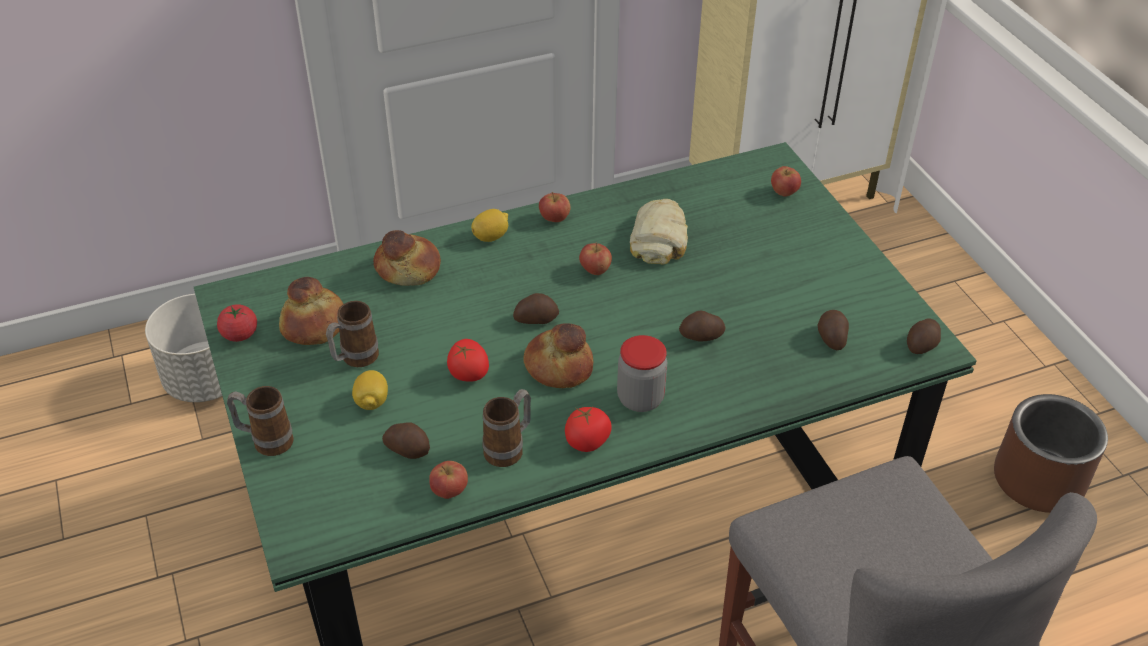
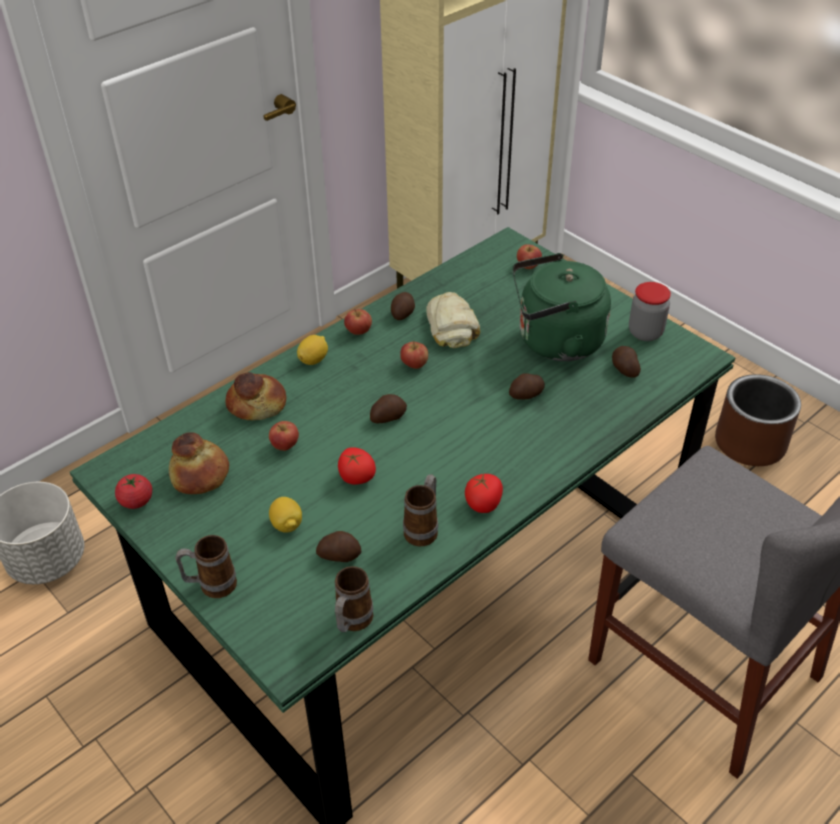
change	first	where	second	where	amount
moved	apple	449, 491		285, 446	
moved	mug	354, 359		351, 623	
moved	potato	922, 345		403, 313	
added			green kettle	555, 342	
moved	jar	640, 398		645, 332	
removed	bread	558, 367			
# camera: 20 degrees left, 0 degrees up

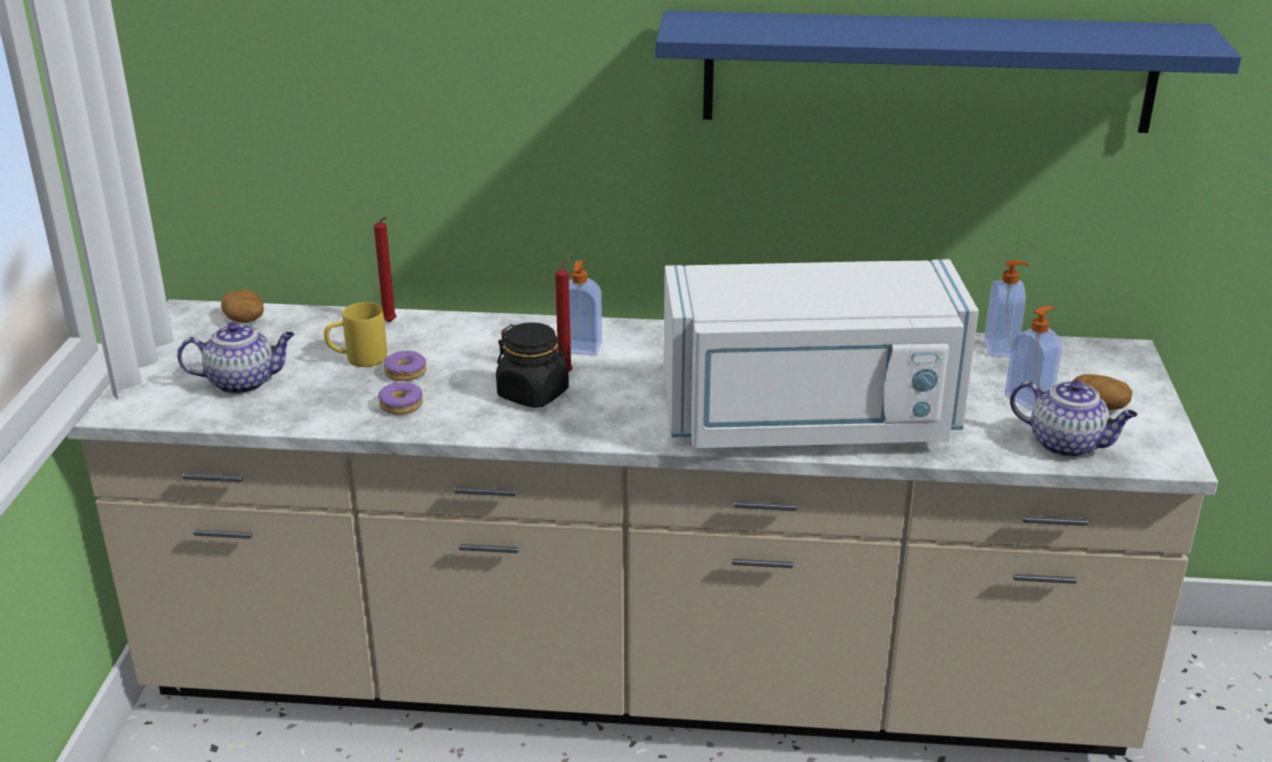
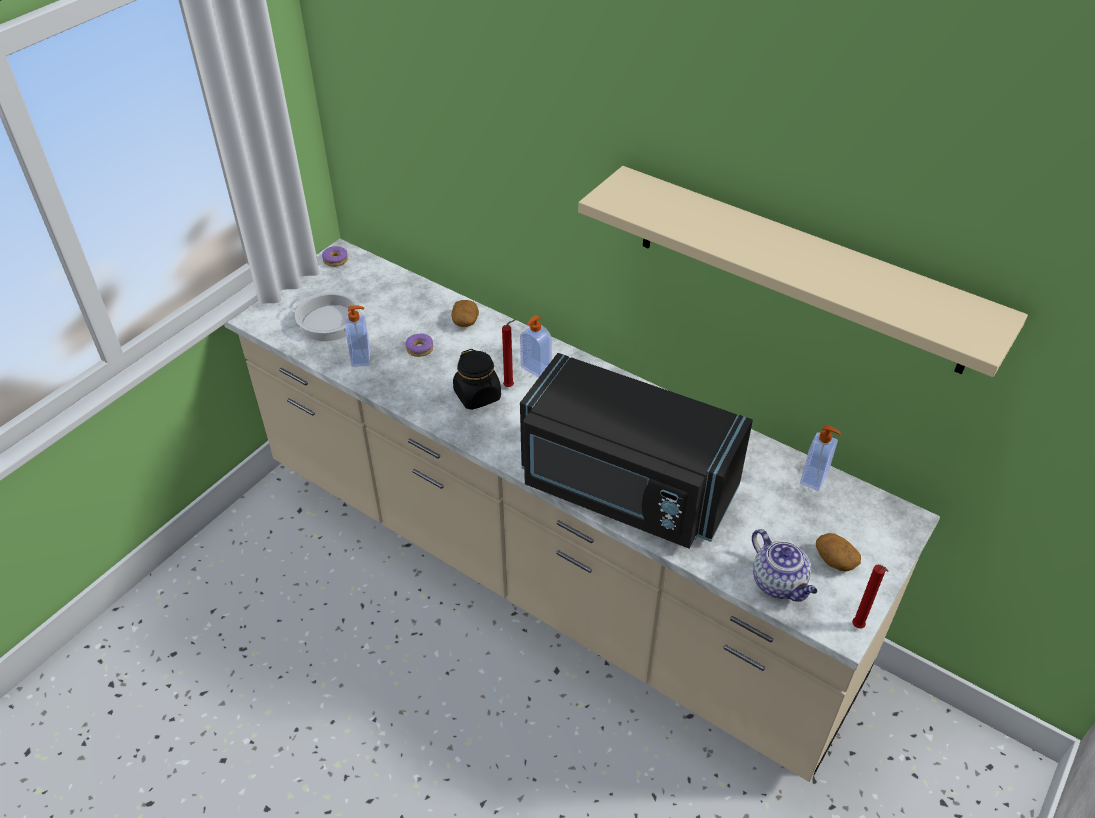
change	first	where	second	where	amount
replaced	teapot	243, 382	cooking pot	330, 322	
moved	donut	401, 405		336, 260	
moved	soap dispenser	1029, 399		362, 358	
moved	potato	245, 319		465, 321	
recoloured	white microwave	810, 422	black microwave	624, 489	
recoloured	blue shelf	928, 71	beige shelf	799, 269	
moved	red candle	390, 323		858, 628	
removed	yellow mug	357, 360			
# camera: 30 degrees right, 15 degrees up

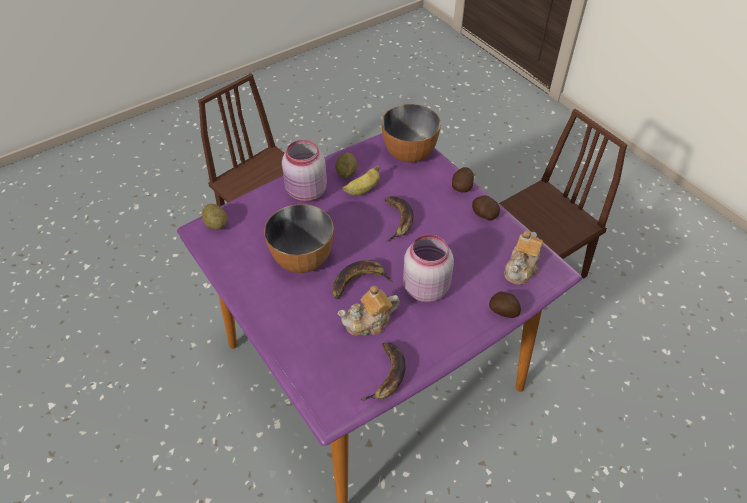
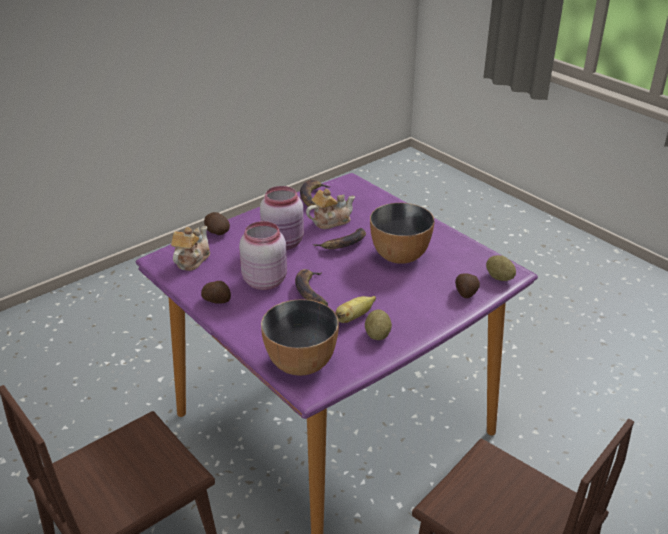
change	first	where	second	where	amount
moved	pink jar	306, 193		265, 280	
moved	potato	462, 186		466, 293	
# camera: 175 degrees right, 15 degrees down

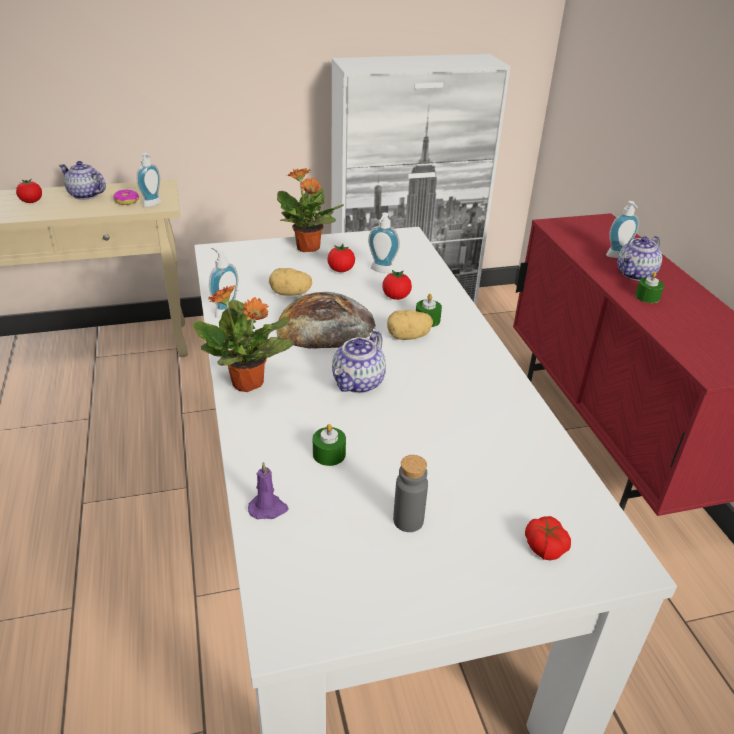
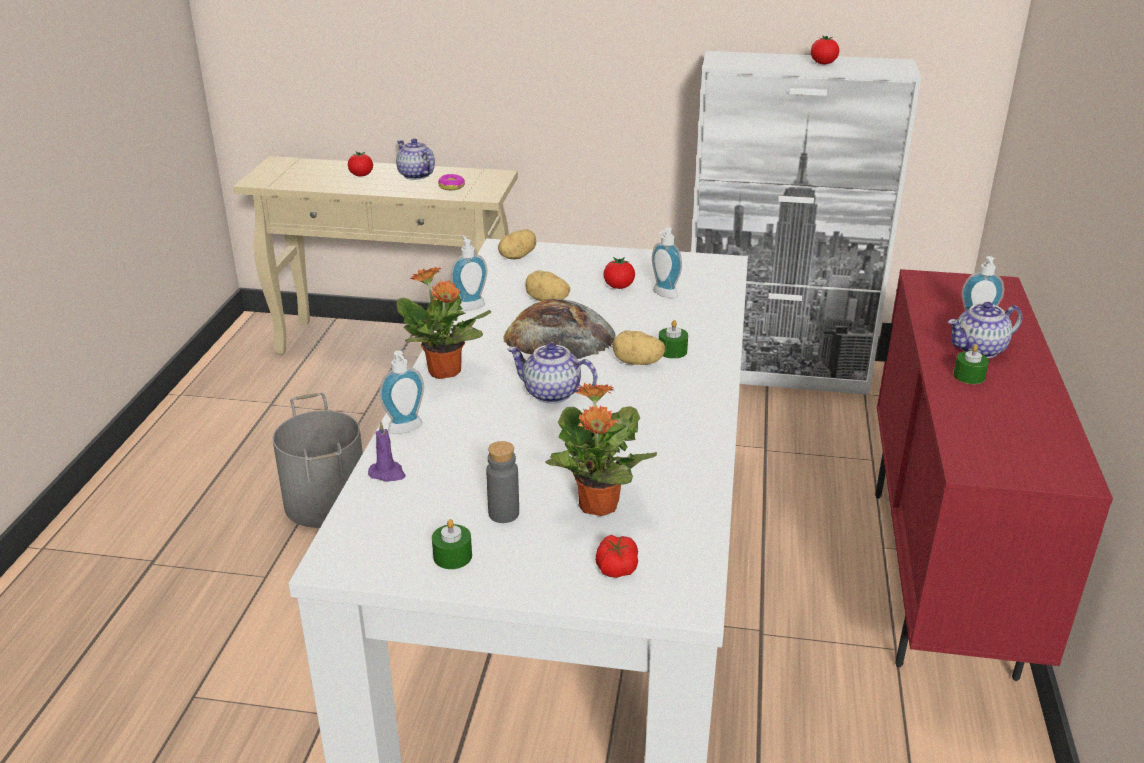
change	first	where	second	where	amount
added			grey bucket	327, 501	
moved	soap dispenser	154, 204		406, 430	
moved	green candle	329, 454		452, 556	
added			potato	517, 256	
turned	teapot	359, 383		551, 393	60 degrees clockwise
moved	potted plant	308, 248		598, 506	
moved	tomato	396, 297		823, 63	
# camera: 25 degrees right, 5 degrees down

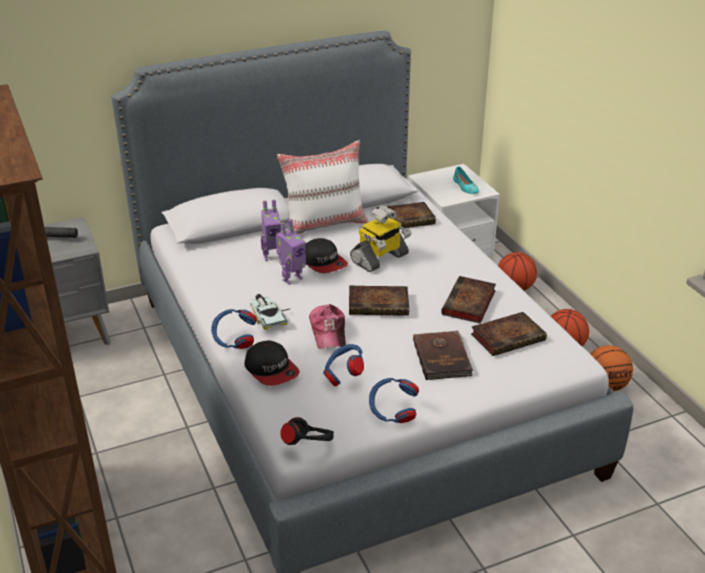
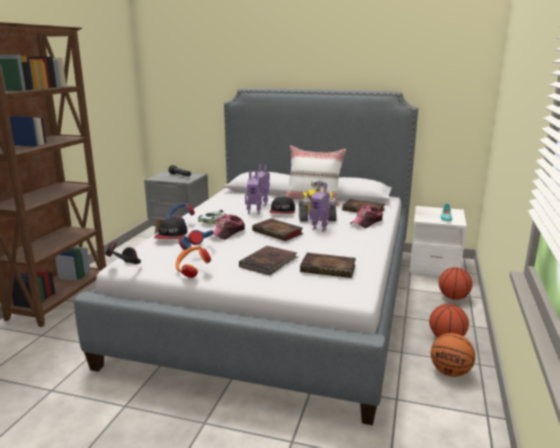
change	first	where	second	where	amount
recoloured	blue headphones	392, 413	orange headphones	192, 272	
added			toy robot	319, 229	
added			cap	366, 222	
removed	book	469, 304			
# camera: 40 degrees right, 15 degrees down

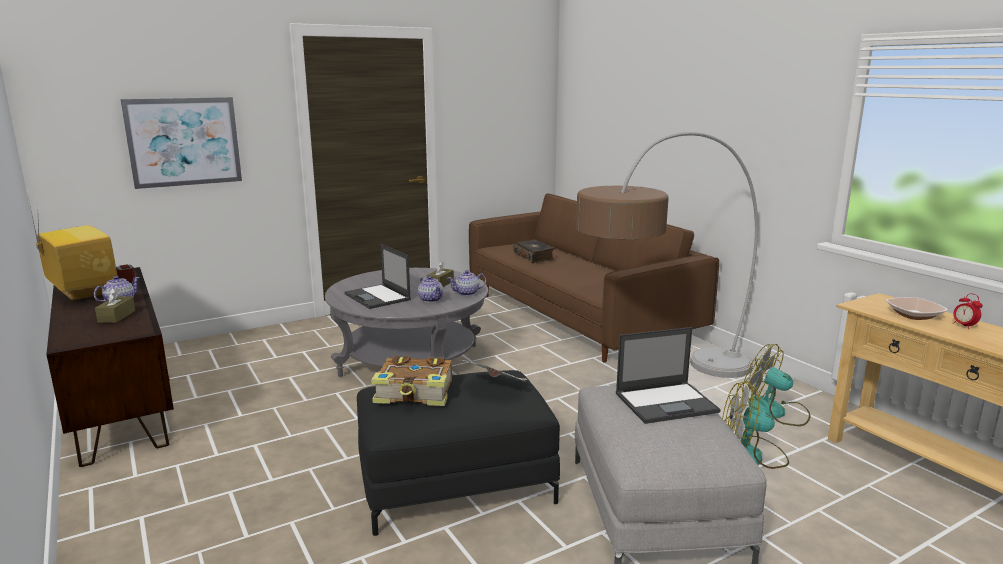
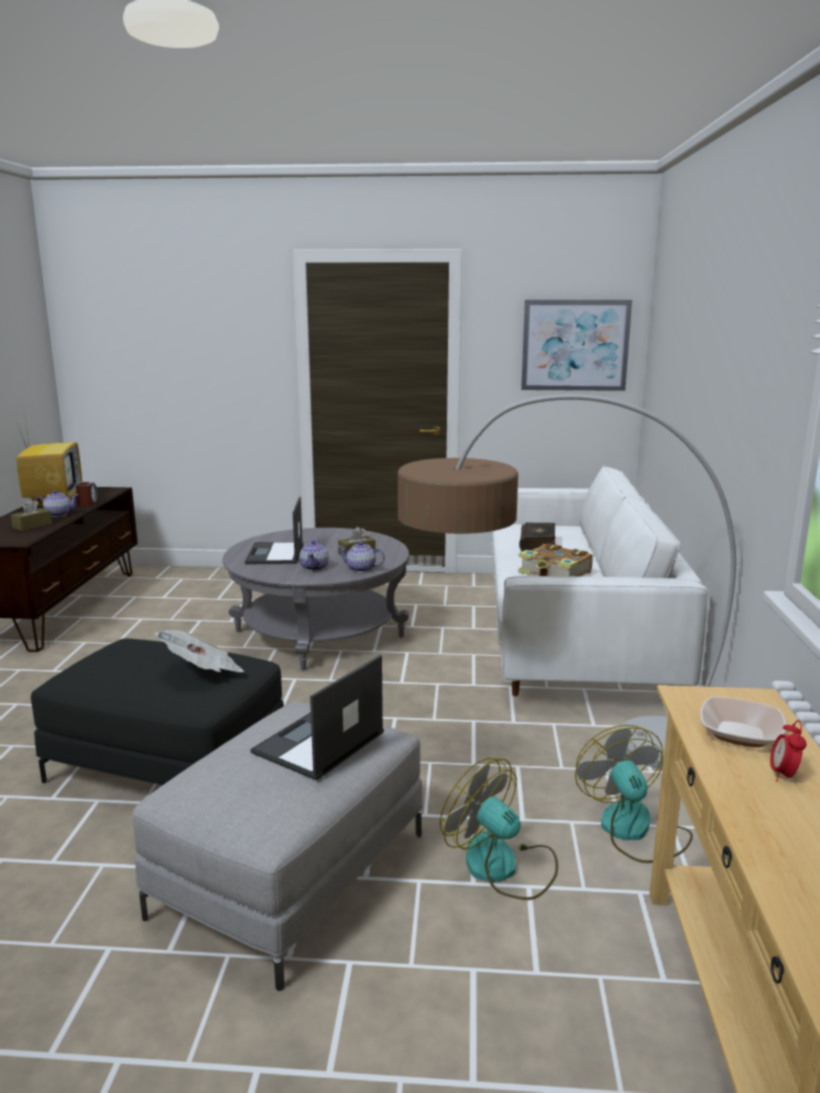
change	first	where	second	where	amount
turned	laptop	667, 402		318, 743	105 degrees clockwise
recoloured	brown sofa	577, 316	white sofa	573, 633	
moved	book	415, 393		555, 574	
moved	picture	184, 142		575, 345	
# camera: 35 degrees right, 0 degrees up

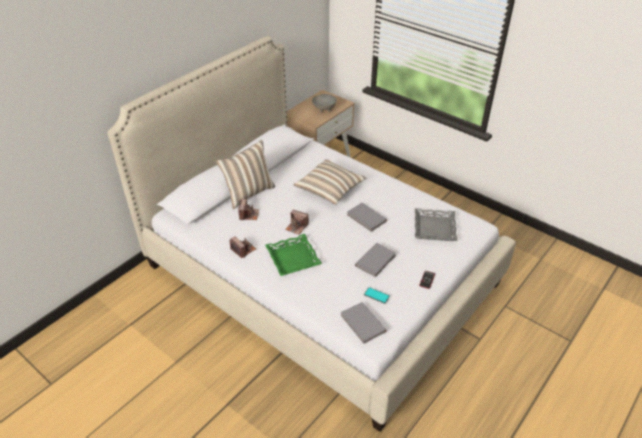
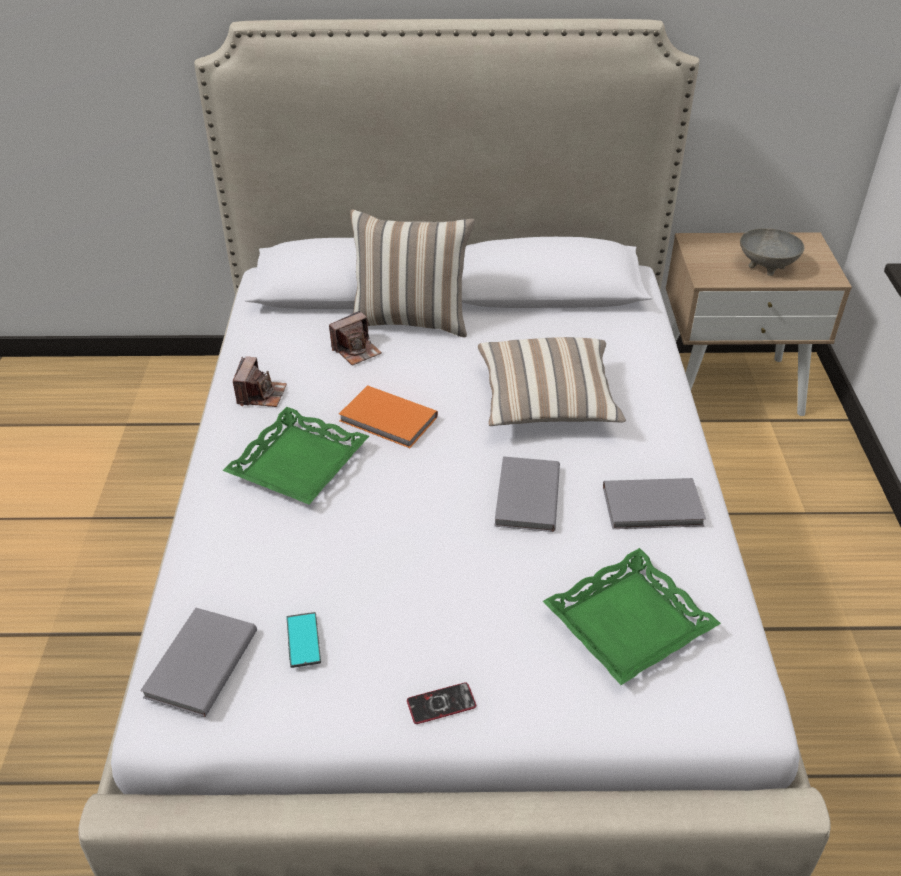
change	first	where	second	where	amount
replaced	photo camera	297, 227	orange book	388, 420	
recoloured	grey tray	434, 228	green tray	628, 622	
moved	grey book	376, 261		654, 508	
# camera: 50 degrees right, 0 degrees up

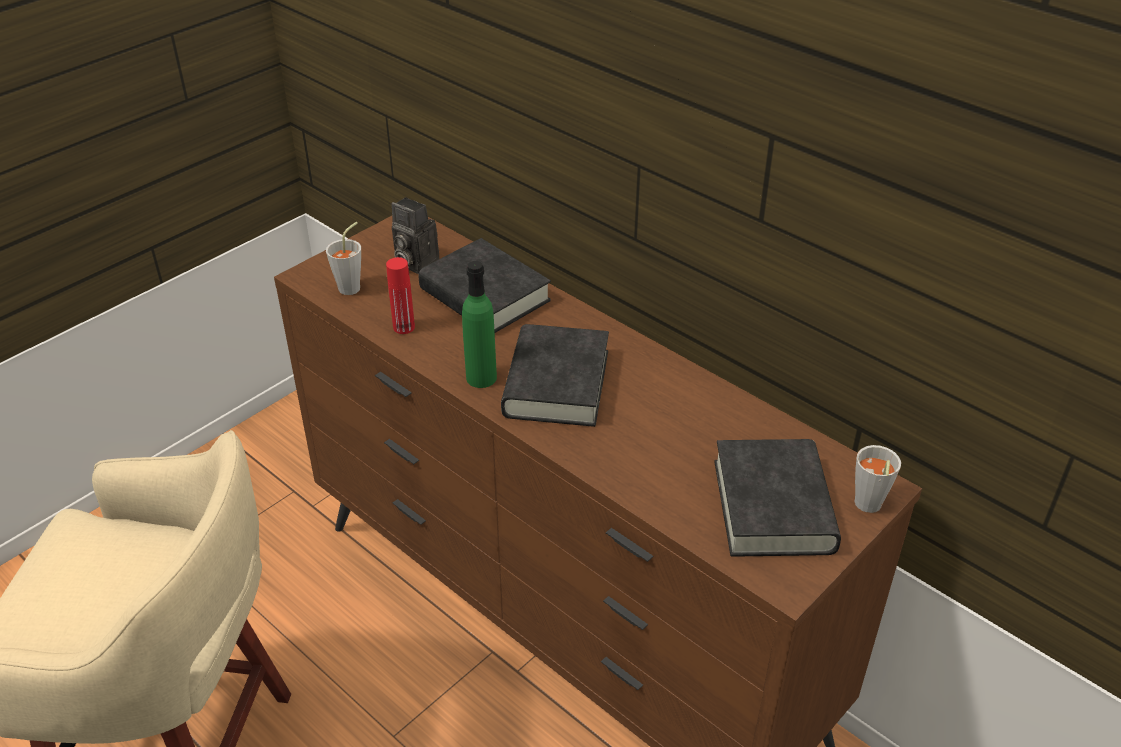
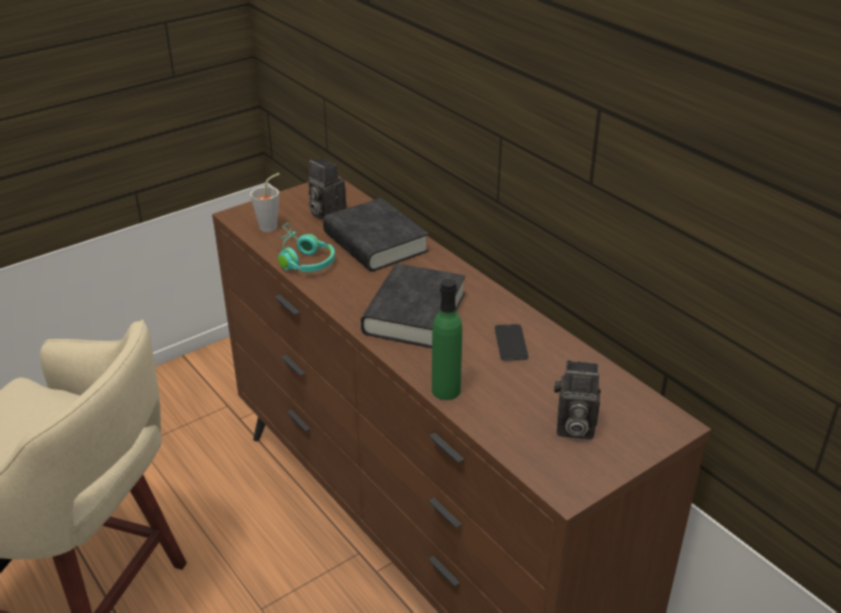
change	first	where	second	where	amount
replaced	red bottle	404, 327	turquoise headphones	302, 259	
moved	green bottle	481, 377		446, 390	
added			phone	511, 343	
replaced	black book	773, 506	photo camera	572, 427	
removed	grey cup	867, 507			
# camera: 10 degrees right, 5 degrees down

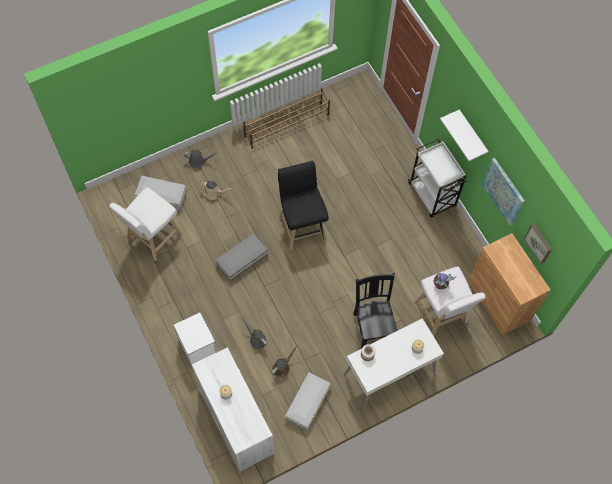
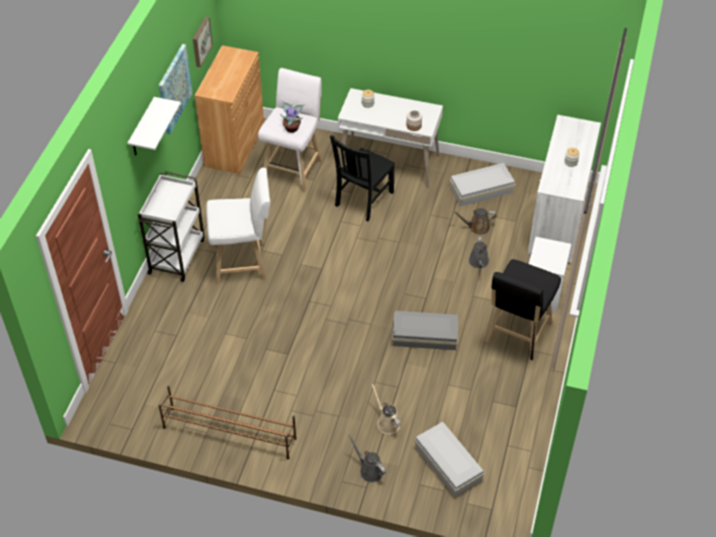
change	first	where	second	where	amount
moved	white stool	152, 238		244, 263	
moved	black stool	302, 226		516, 335	
# camera: 135 degrees left, 15 degrees down

